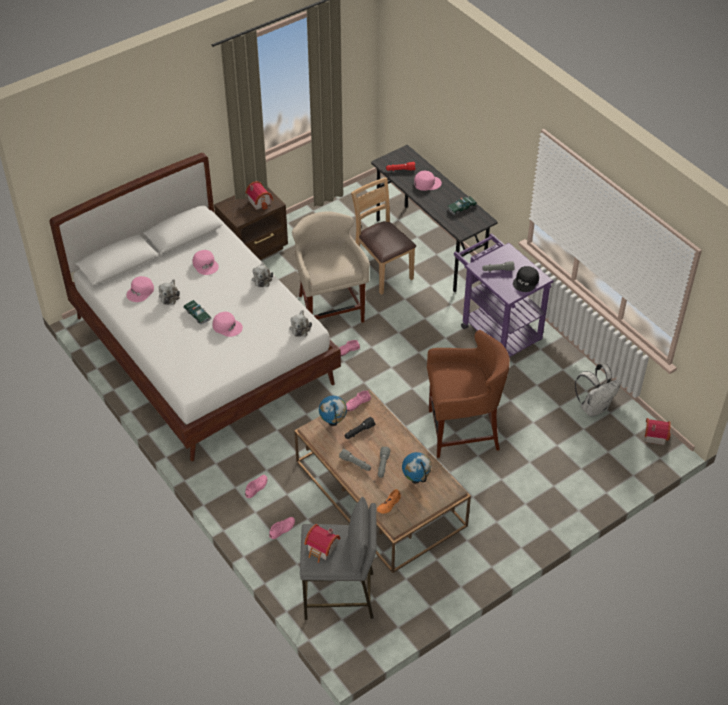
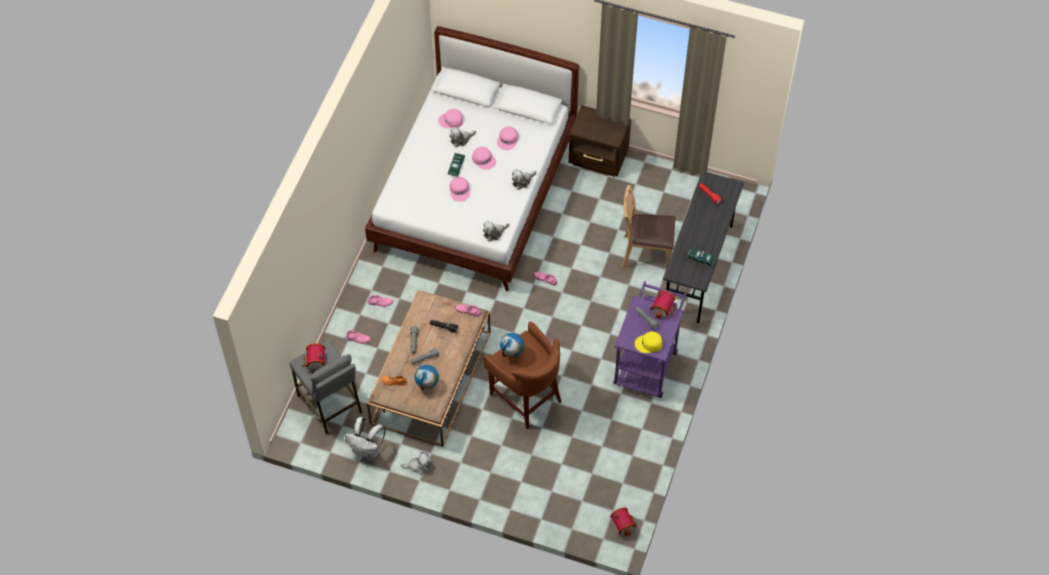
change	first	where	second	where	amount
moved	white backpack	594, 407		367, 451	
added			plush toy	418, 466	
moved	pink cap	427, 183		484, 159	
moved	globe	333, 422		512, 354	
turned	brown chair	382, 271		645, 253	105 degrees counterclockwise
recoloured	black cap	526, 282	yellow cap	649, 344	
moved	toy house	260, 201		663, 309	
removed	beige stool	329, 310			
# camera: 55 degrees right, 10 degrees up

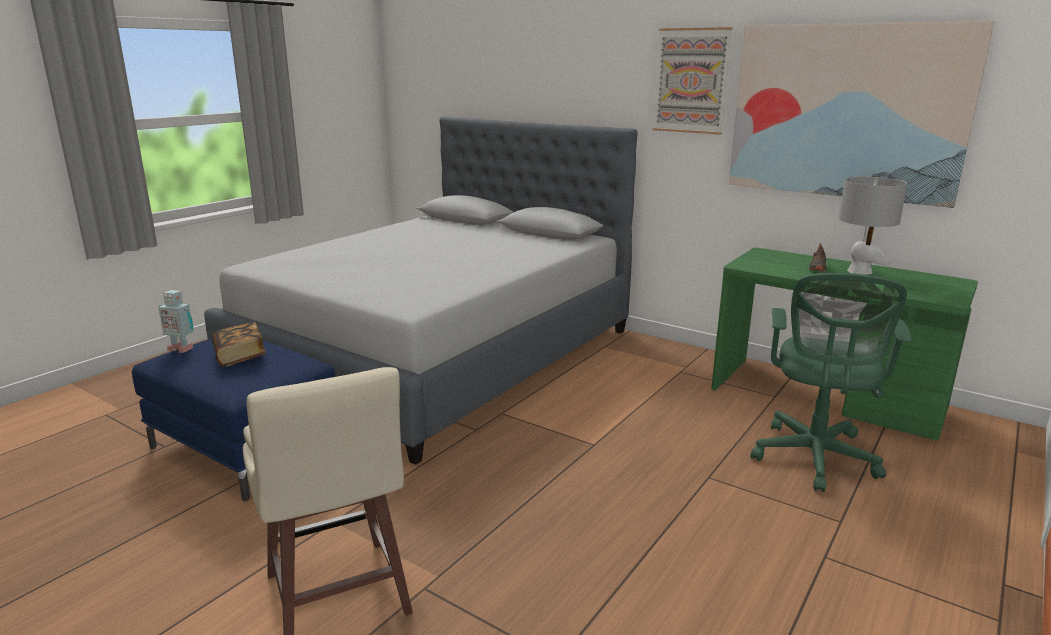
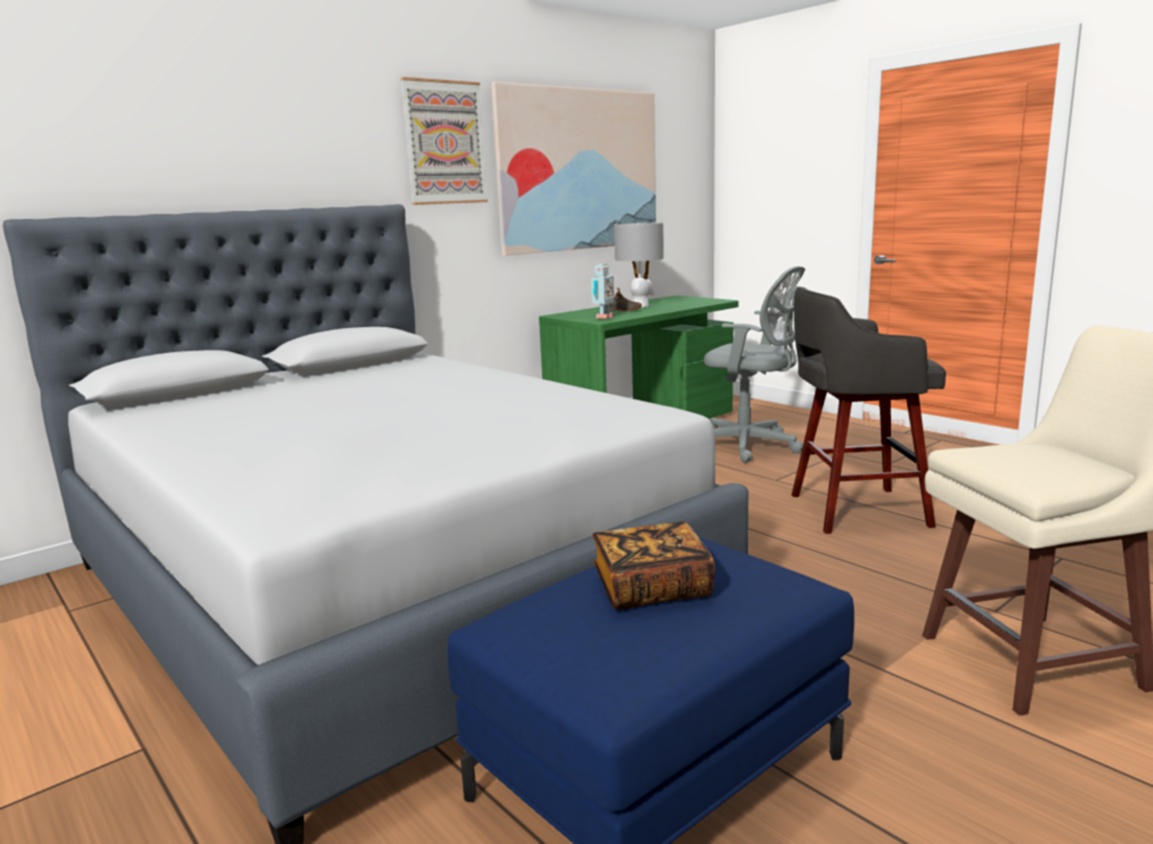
change	first	where	second	where	amount
moved	toy robot	181, 348		603, 318	
recoloured	green office chair	814, 459	grey office chair	749, 446	
added			grey stool	853, 510	
# camera: 75 degrees left, 5 degrees down

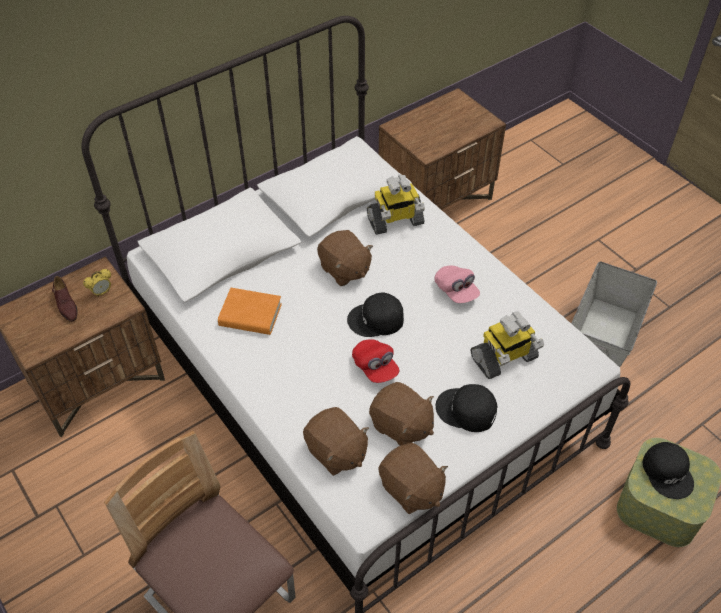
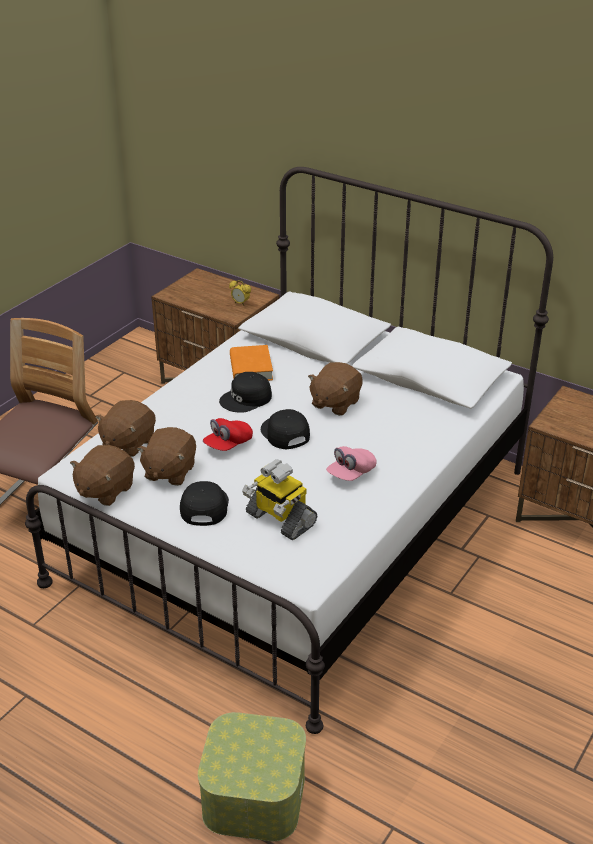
change	first	where	second	where	amount
moved	black cap	668, 472		246, 399	
removed	brown shoe	66, 305			
removed	toy robot	395, 221			
removed	grey storage box	601, 338			
# camera: 70 degrees right, 15 degrees down

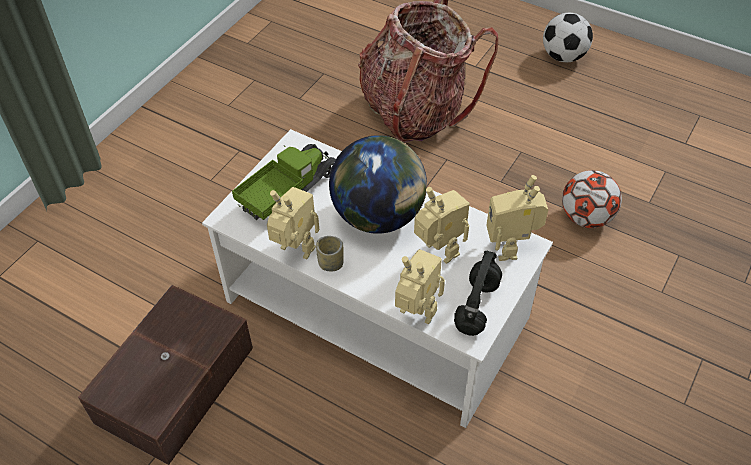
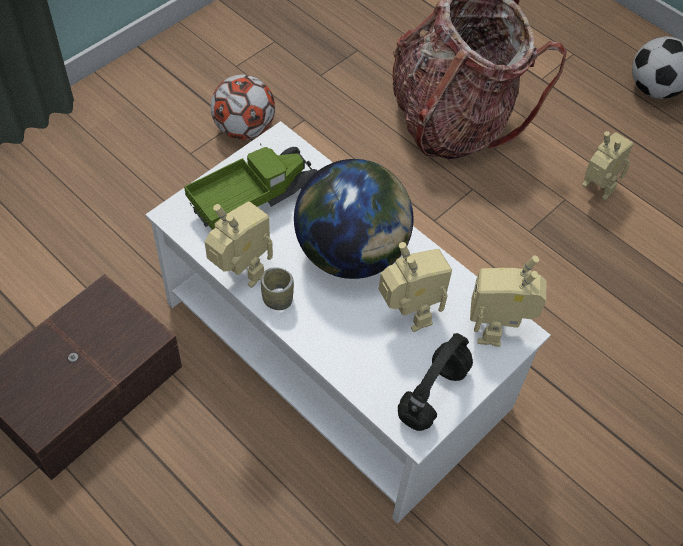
change	first	where	second	where	amount
moved	football	586, 217		244, 129	
moved	toy robot	415, 315		594, 191	
# camera: 10 degrees right, 5 degrees up

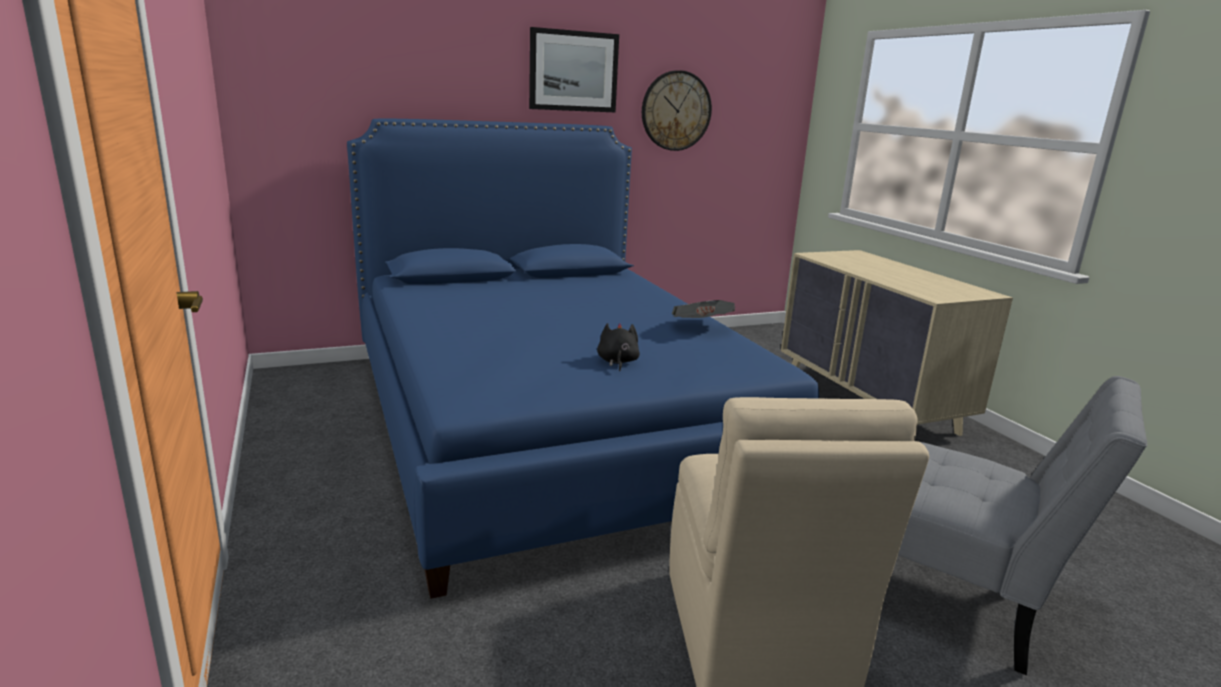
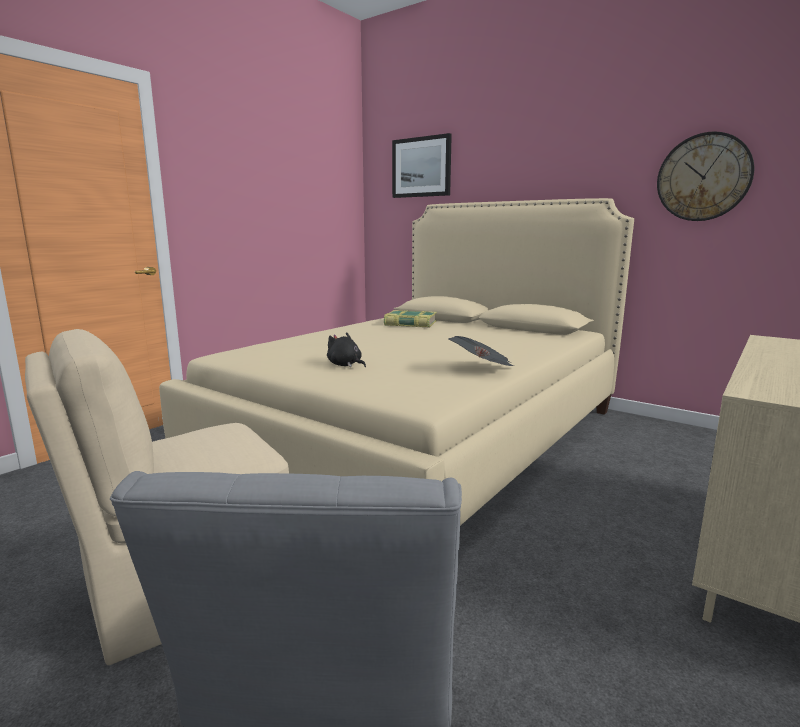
change	first	where	second	where	amount
recoloured	blue bed	552, 424	beige bed	419, 435	
turned	black plush toy	617, 362		345, 365	105 degrees counterclockwise
added			book	410, 324	
moved	picture	573, 71		421, 167	
# camera: 60 degrees right, 5 degrees down

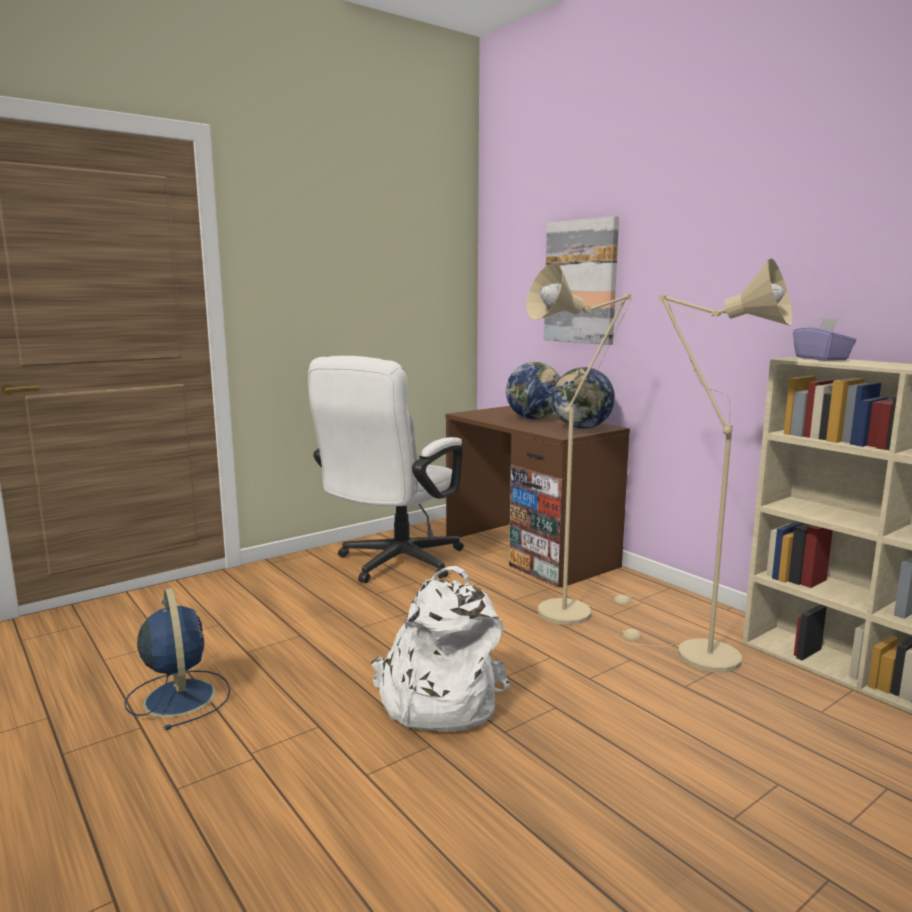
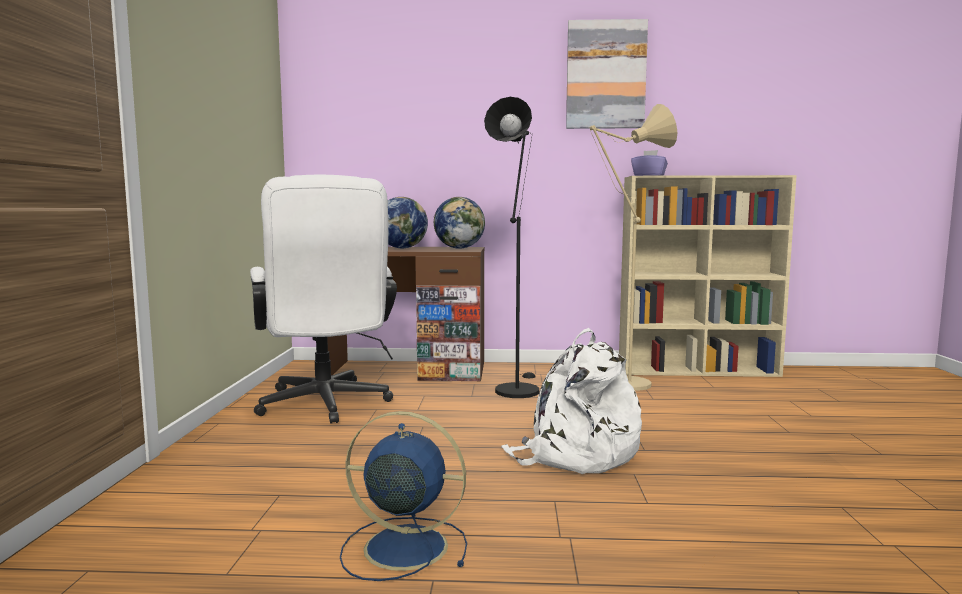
change	first	where	second	where	amount
recoloured	beige floor lamp	572, 610	black floor lamp	517, 389	
moved	picture	581, 282		605, 75	
# camera: 50 degrees left, 5 degrees down

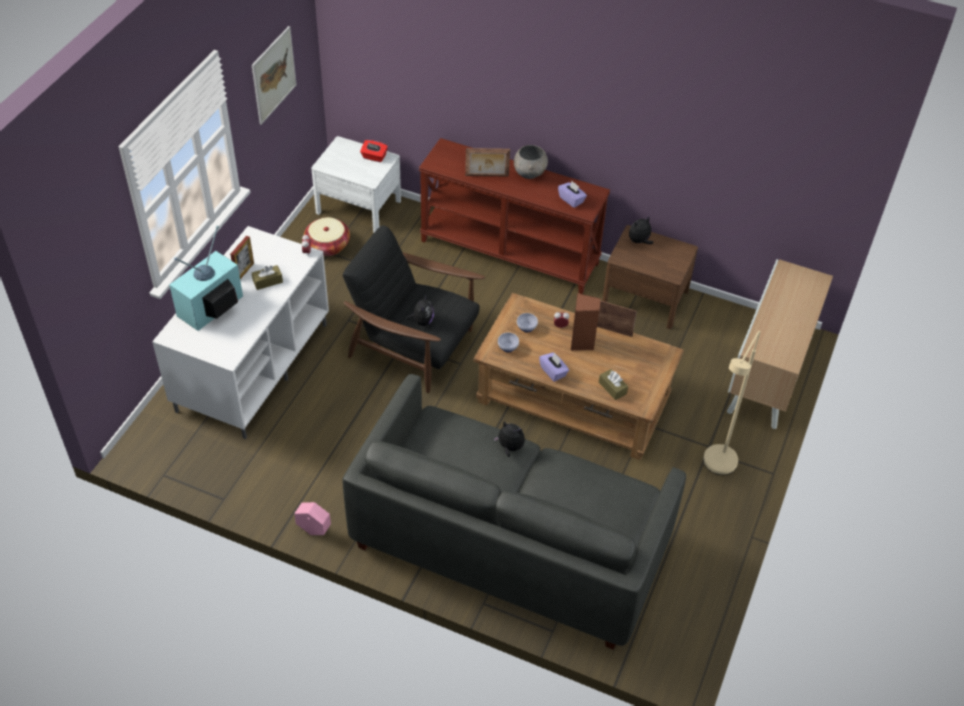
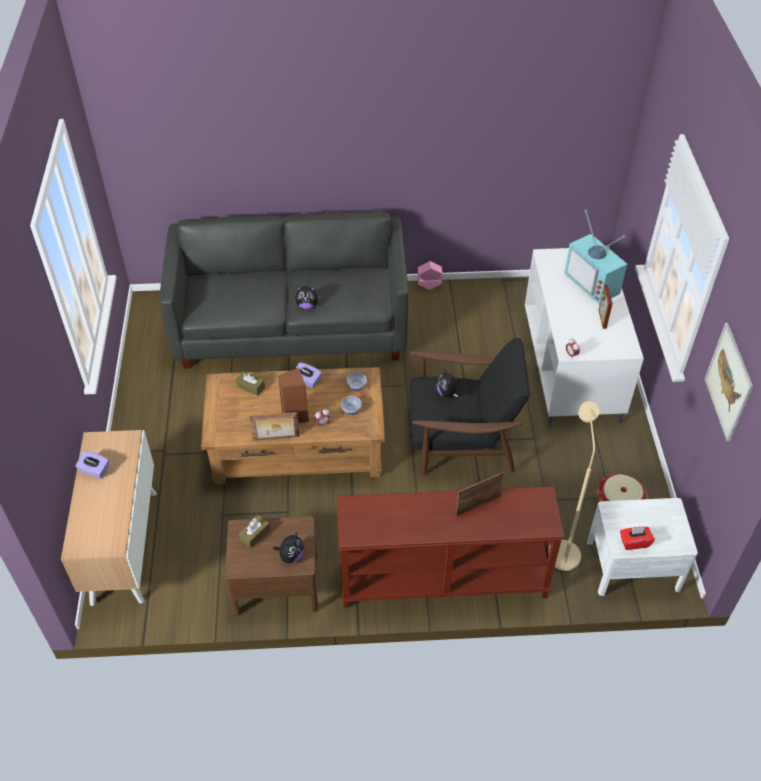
change	first	where	second	where	amount
moved	purple tissue box	571, 200		94, 470	
moved	brown tissue box	267, 281		255, 535	
moved	beige floor lamp	716, 468		562, 548	
turned	television	211, 308		594, 283	135 degrees clockwise
removed	grey bowl	529, 173			
# camera: 155 degrees right, 0 degrees up

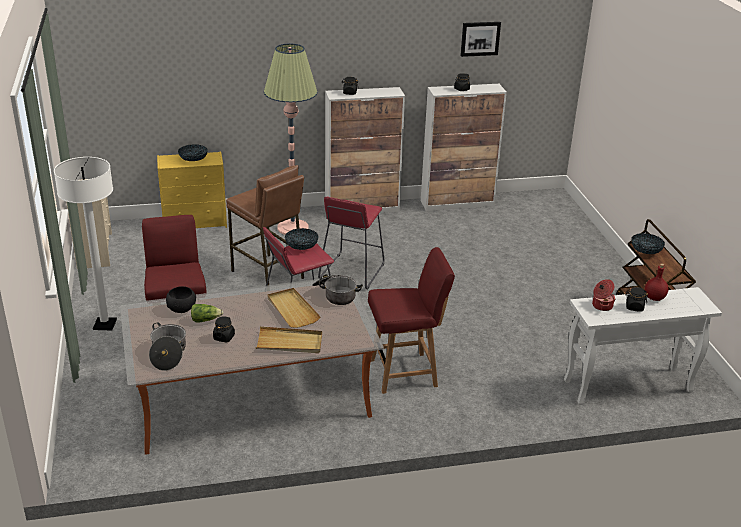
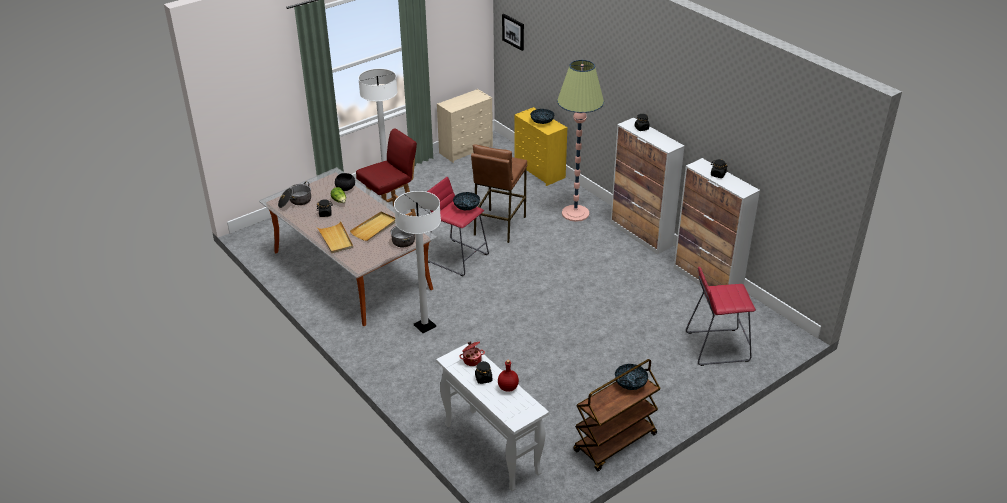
change	first	where	second	where	amount
replaced	red chair	405, 372	white floor lamp	425, 326	
moved	picture	480, 38		513, 31	
moved	red stool	352, 271		717, 347	
# camera: 65 degrees right, 5 degrees up

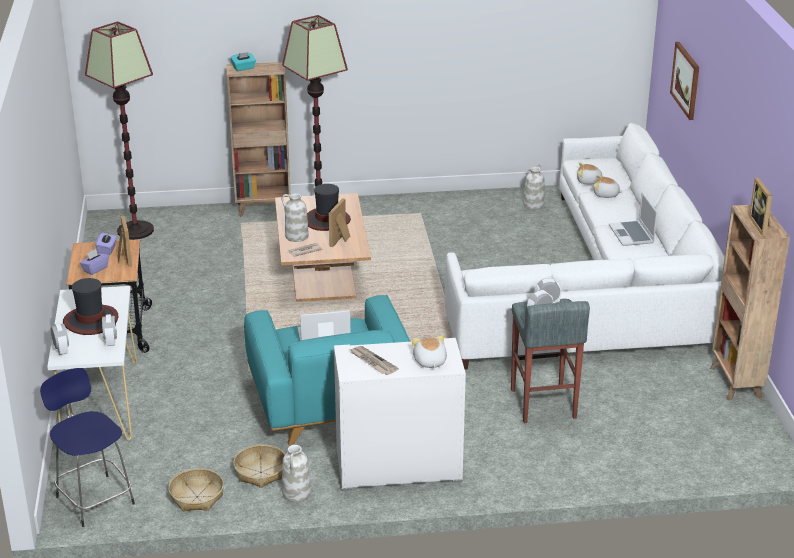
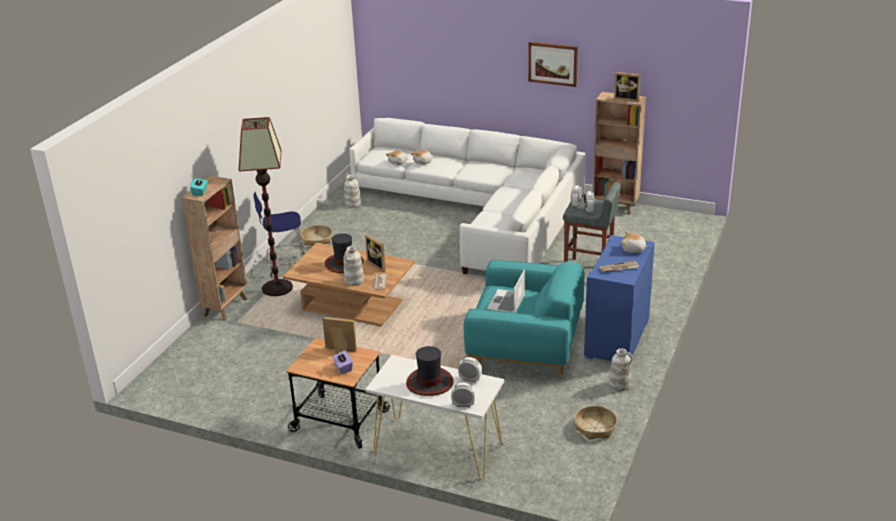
change	first	where	second	where	amount
moved	blue stool	94, 499		286, 266	
moved	basket	260, 472		317, 240	
moved	picture	686, 80		553, 63	
recoloured	white dresser	398, 467	blue dresser	618, 338	
removed	floor lamp	135, 230			
removed	purple tissue box	107, 250			
removed	laptop	632, 235			
# camera: 60 degrees left, 0 degrees up

